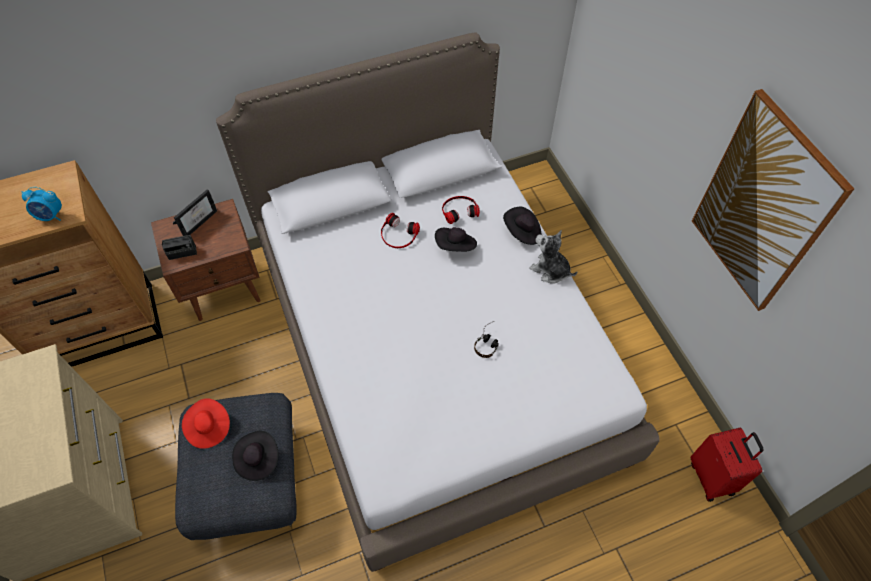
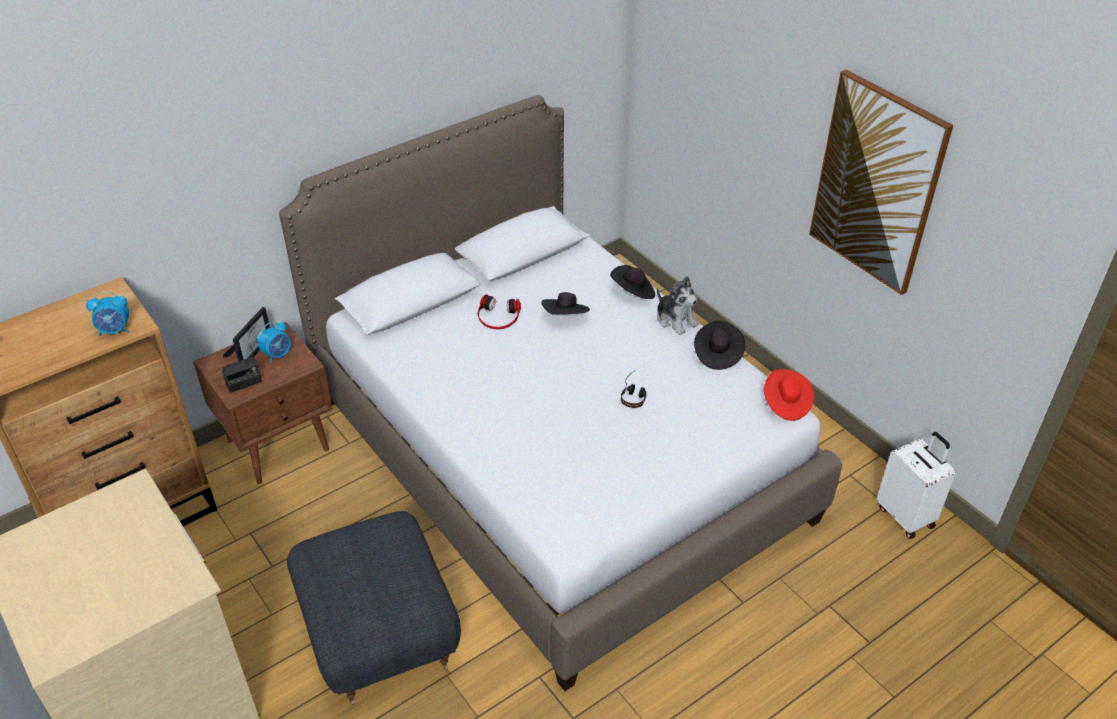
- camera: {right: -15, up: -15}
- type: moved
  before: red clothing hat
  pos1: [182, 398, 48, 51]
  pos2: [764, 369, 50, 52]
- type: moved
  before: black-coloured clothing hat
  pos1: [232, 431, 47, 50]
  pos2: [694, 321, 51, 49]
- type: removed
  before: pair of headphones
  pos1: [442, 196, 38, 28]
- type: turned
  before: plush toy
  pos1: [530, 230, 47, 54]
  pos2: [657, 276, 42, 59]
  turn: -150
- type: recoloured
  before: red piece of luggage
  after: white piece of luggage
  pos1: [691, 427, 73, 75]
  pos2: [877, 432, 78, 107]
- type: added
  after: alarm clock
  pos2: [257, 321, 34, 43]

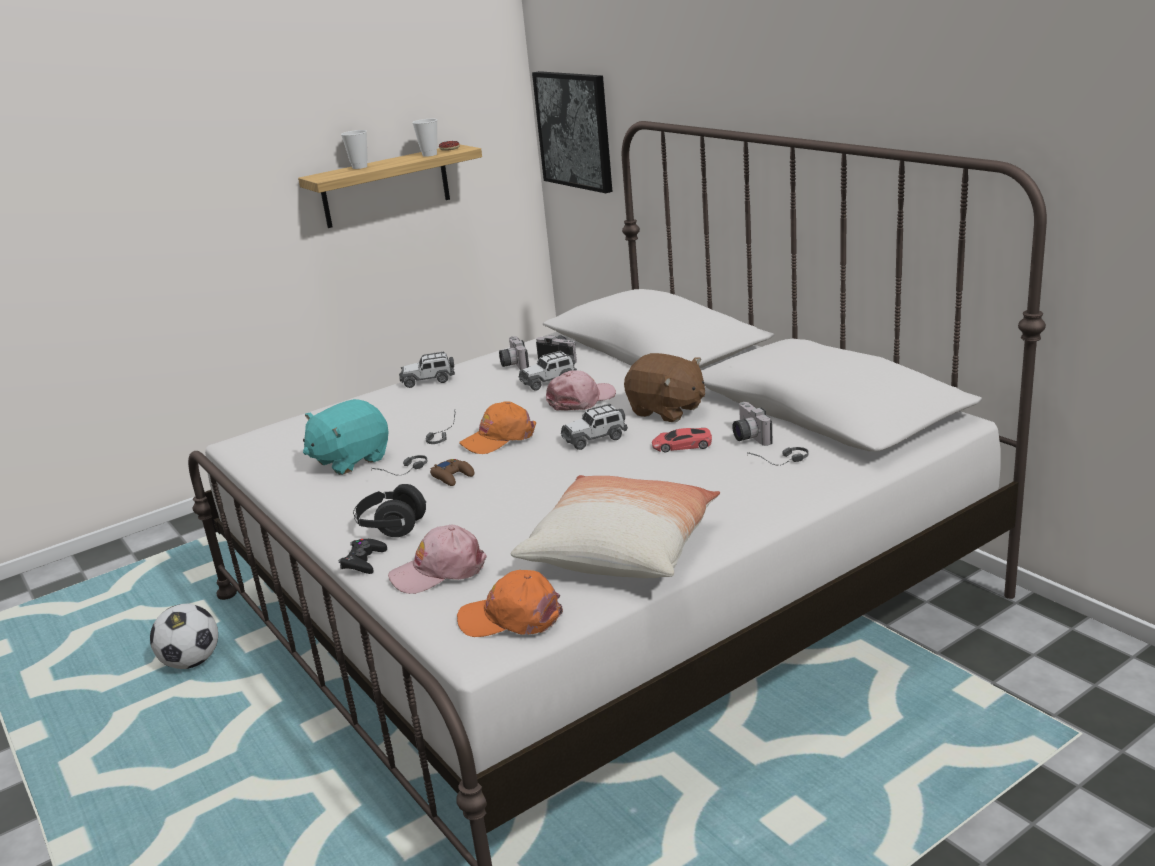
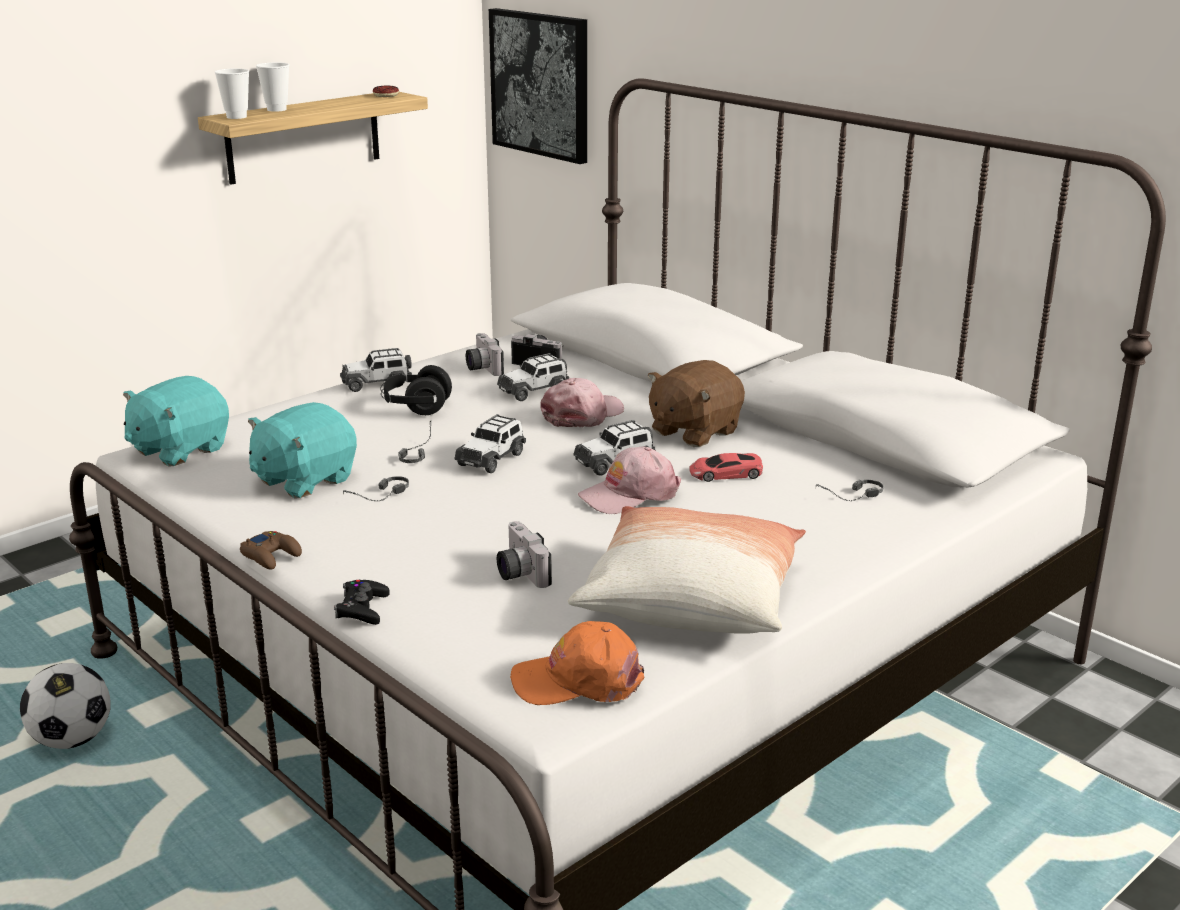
- camera: {right: -10, up: 0}
- type: moved
  before: black-coloured pair of headphones
  pos1: [353, 484, 74, 53]
  pos2: [380, 365, 72, 50]
- type: moved
  before: pink-coloured cap
  pos1: [388, 525, 99, 69]
  pos2: [578, 446, 103, 68]
- type: moved
  before: small cup
  pos1: [412, 119, 25, 38]
  pos2: [215, 68, 34, 51]
- type: moved
  before: brownish gamepad
  pos1: [430, 459, 44, 27]
  pos2: [240, 531, 62, 39]
- type: replaced
  before: orange cap
  after: miniature car
  pos1: [459, 401, 77, 53]
  pos2: [454, 414, 72, 59]
- type: turned
  before: brownish plush toy
  pos1: [624, 353, 81, 69]
  pos2: [648, 360, 97, 87]
  turn: 105
- type: moved
  before: photo camera
  pos1: [732, 402, 41, 44]
  pos2: [497, 521, 55, 67]
- type: added
  after: turquoise-coloured plush toy
  pos2: [123, 376, 106, 91]

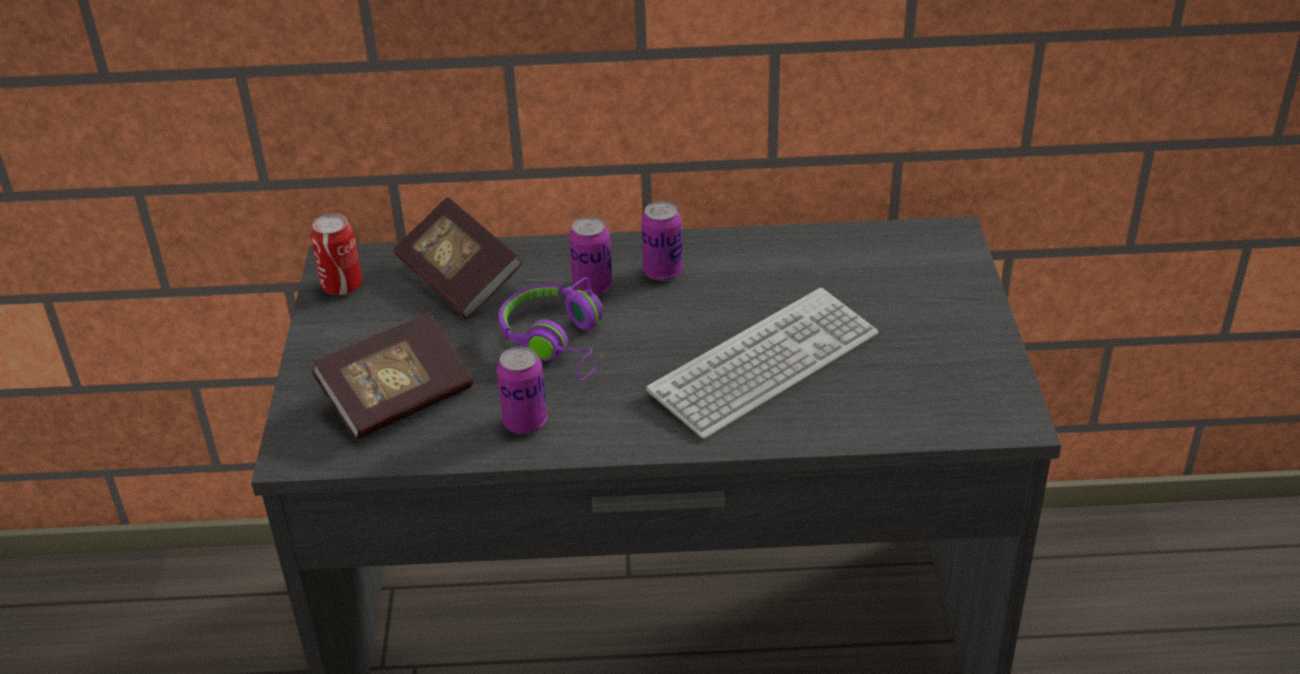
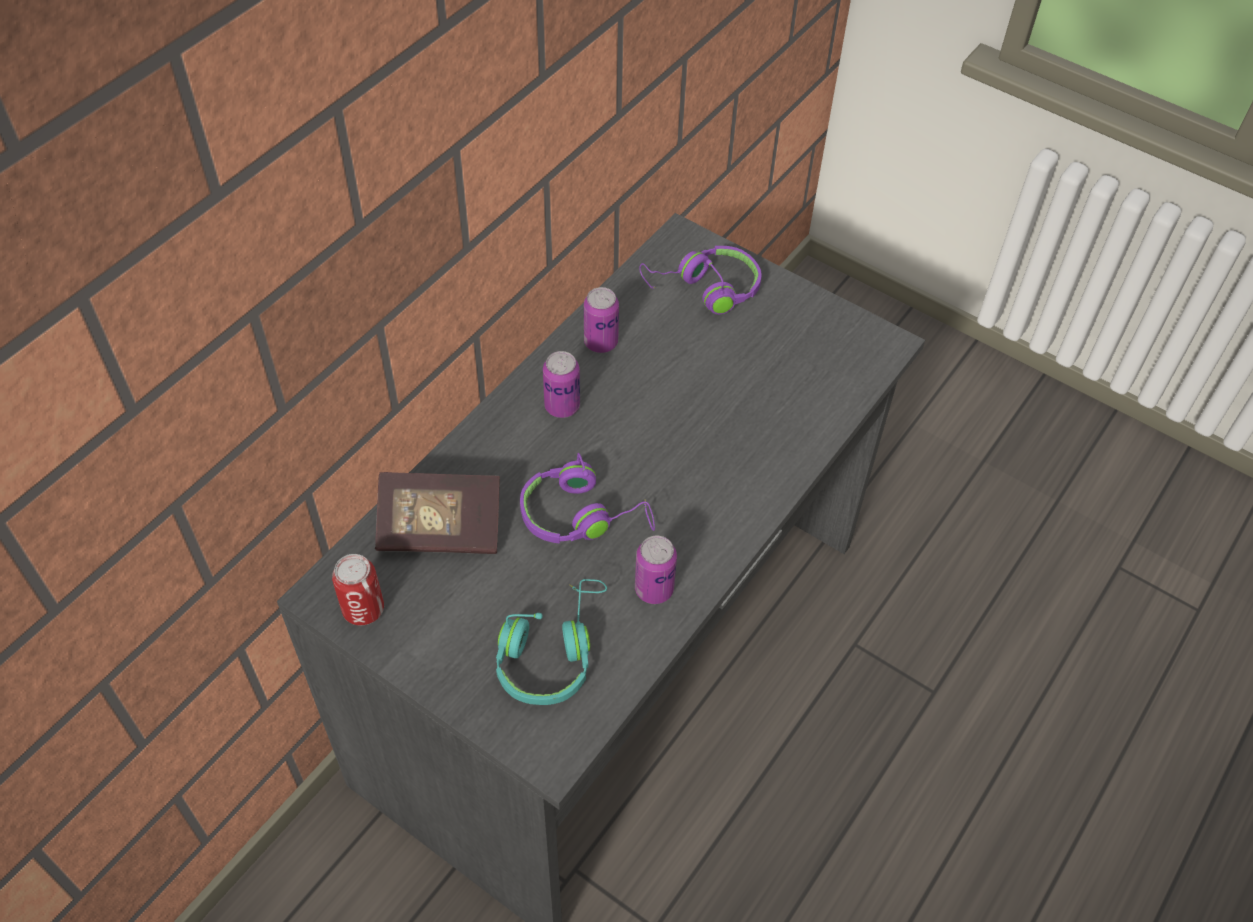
- camera: {right: -55, up: 15}
- type: replaced
  before: bound book
  after: turquoise-coloured pair of headphones
  pos1: [311, 312, 163, 128]
  pos2: [496, 579, 111, 126]
- type: moved
  before: can
  pos1: [569, 216, 43, 80]
  pos2: [584, 287, 35, 66]
- type: removed
  before: keyboard
  pos1: [646, 288, 233, 151]
- type: added
  after: purplish pair of headphones
  pos2: [639, 246, 123, 68]

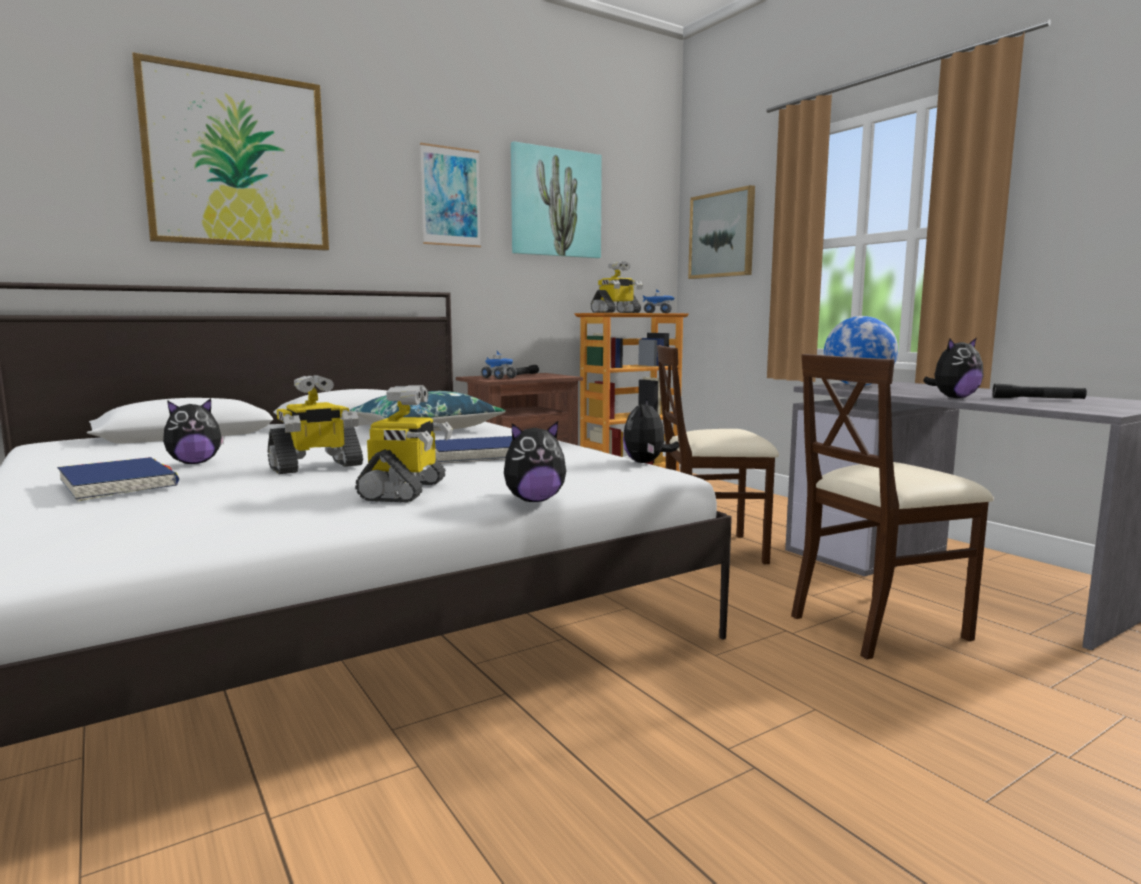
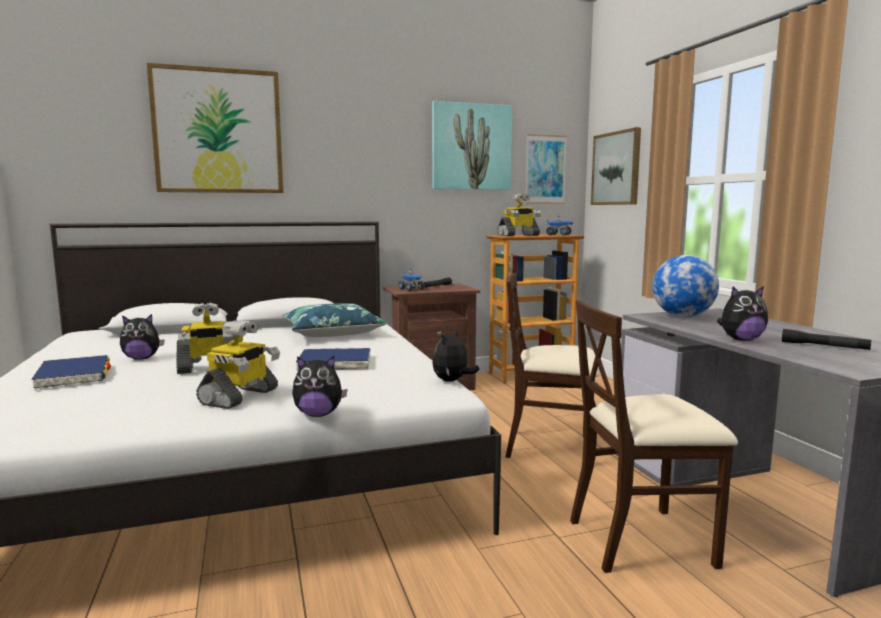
- camera: {right: 15, up: 0}
- type: moved
  before: picture
  pos1: [420, 143, 61, 105]
  pos2: [525, 134, 42, 70]

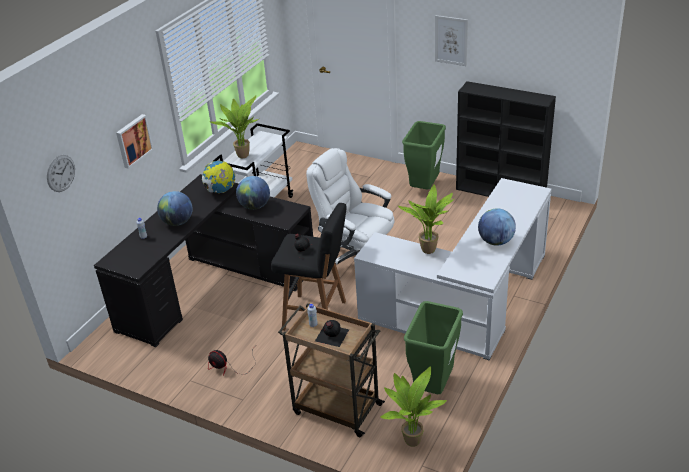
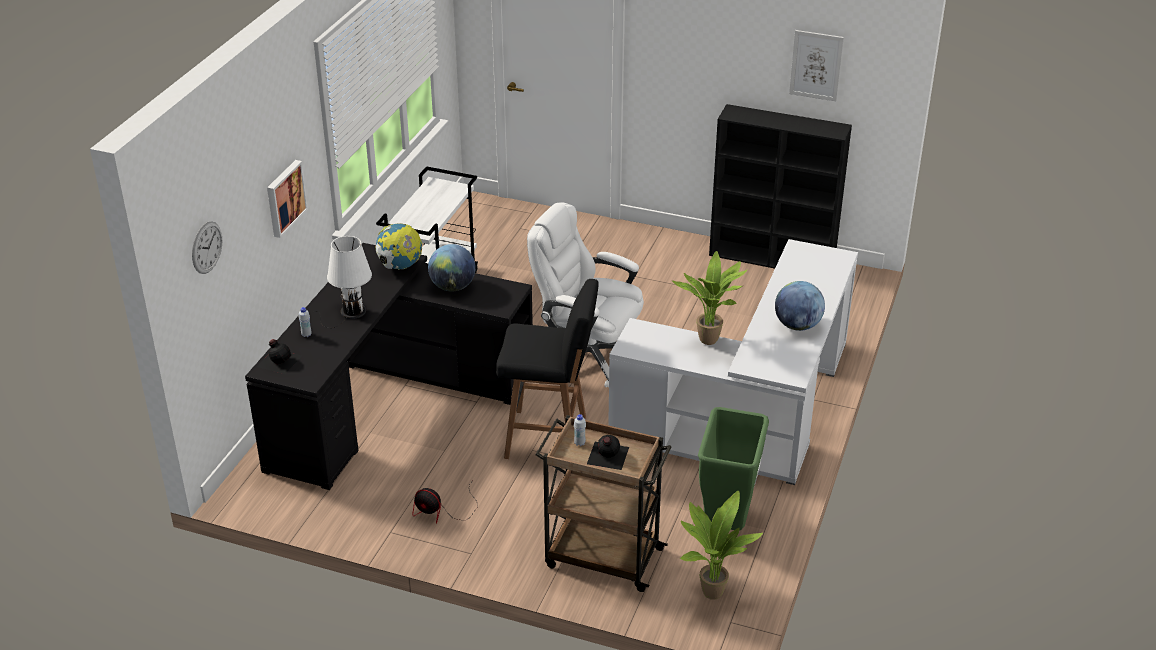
- camera: {right: -10, up: 0}
- type: replaced
  before: globe
  after: white table lamp
  pos1: [157, 191, 36, 35]
  pos2: [312, 236, 60, 92]
- type: removed
  before: houseplant
  pos1: [209, 95, 49, 63]
- type: moved
  before: black-coloured drink bottle
  pos1: [286, 234, 31, 25]
  pos2: [257, 339, 45, 35]
- type: removed
  before: green waste bin
  pos1: [402, 121, 44, 68]
- type: moved
  before: picture
  pos1: [435, 15, 33, 51]
  pos2: [789, 30, 55, 71]

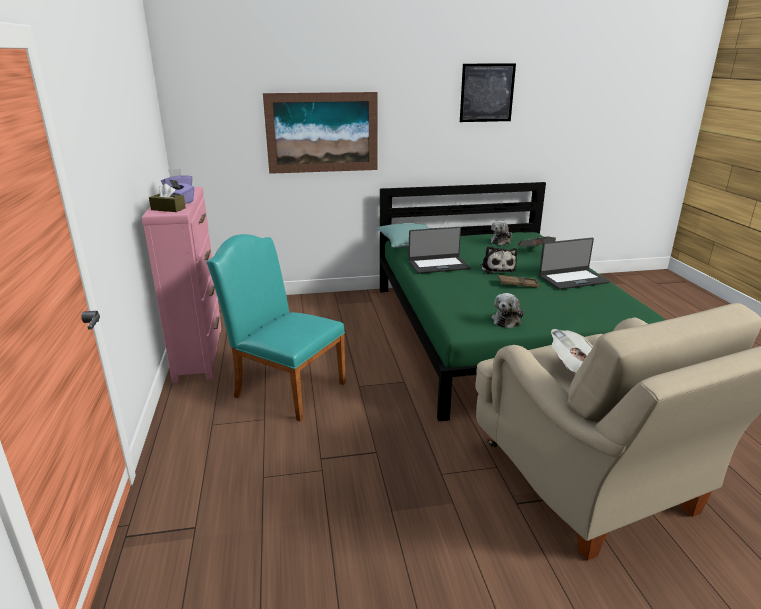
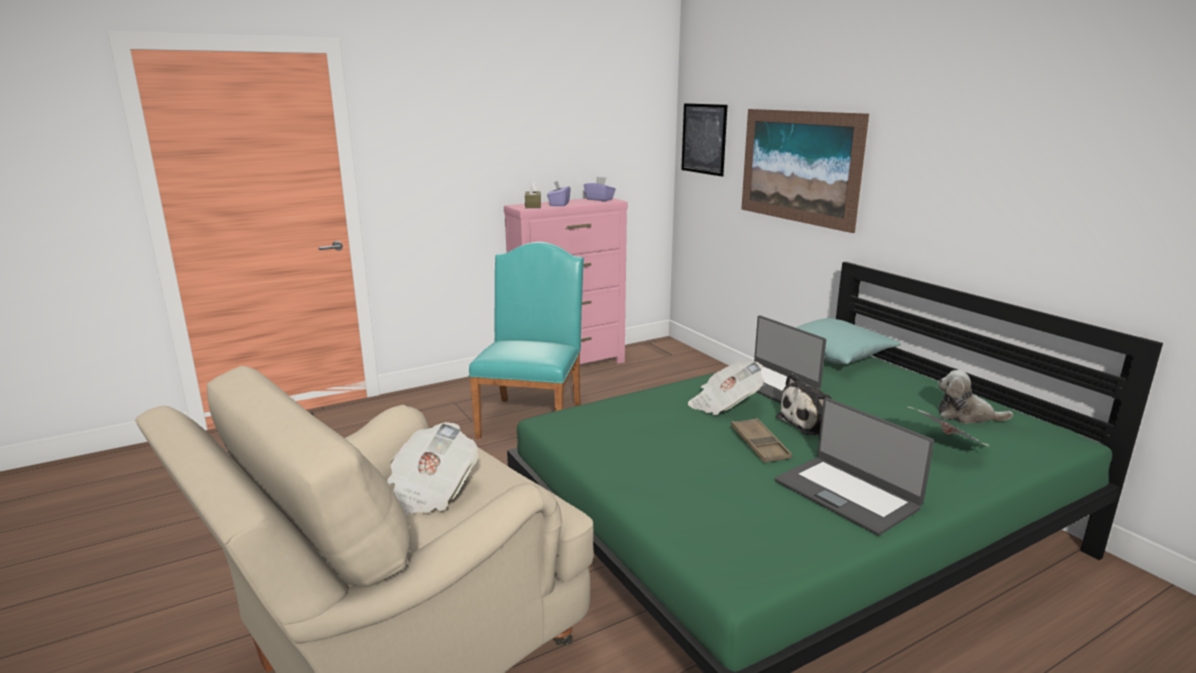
- camera: {right: 70, up: -5}
- type: moved
  before: picture
  pos1: [460, 64, 56, 58]
  pos2: [681, 103, 46, 74]
- type: removed
  before: plush toy
  pos1: [492, 293, 32, 36]
- type: added
  after: newspaper
  pos2: [688, 361, 76, 54]

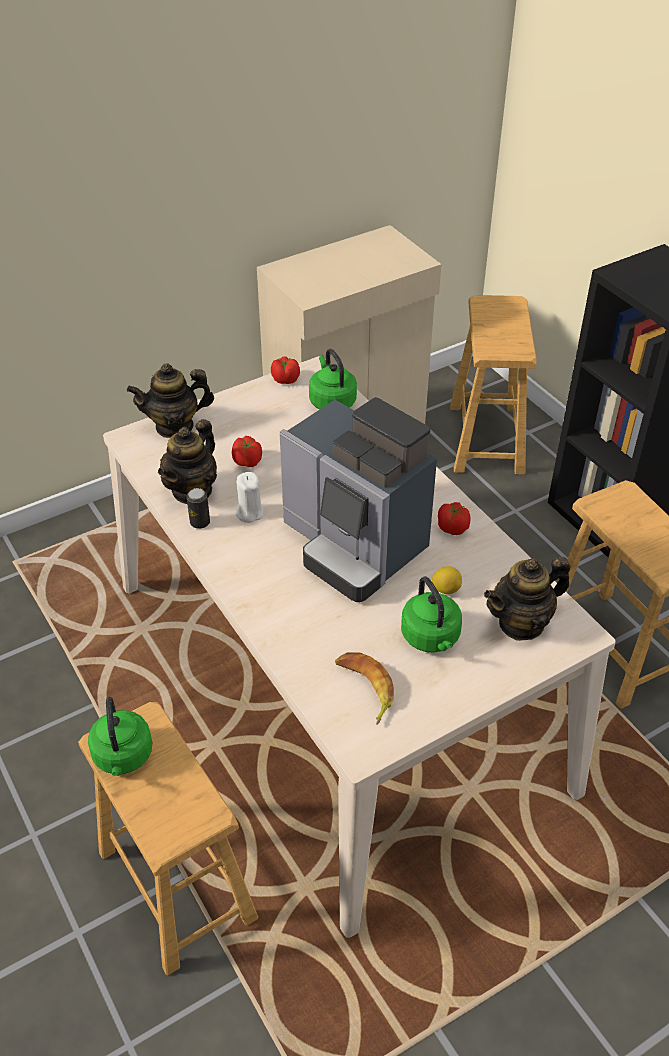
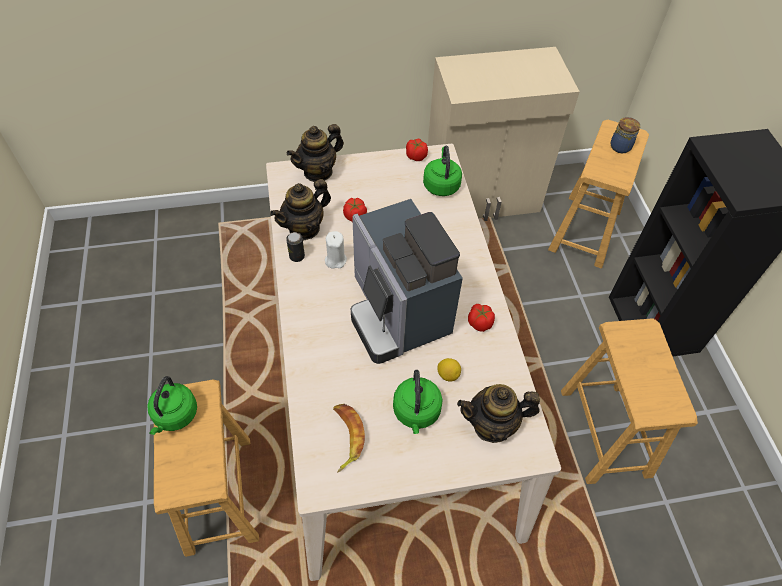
- camera: {right: 20, up: 10}
- type: turned
  before: tea pot
  pos1: [127, 363, 87, 75]
  pos2: [287, 124, 57, 58]
  turn: -45
- type: added
  after: jar
  pos2: [611, 117, 29, 36]

